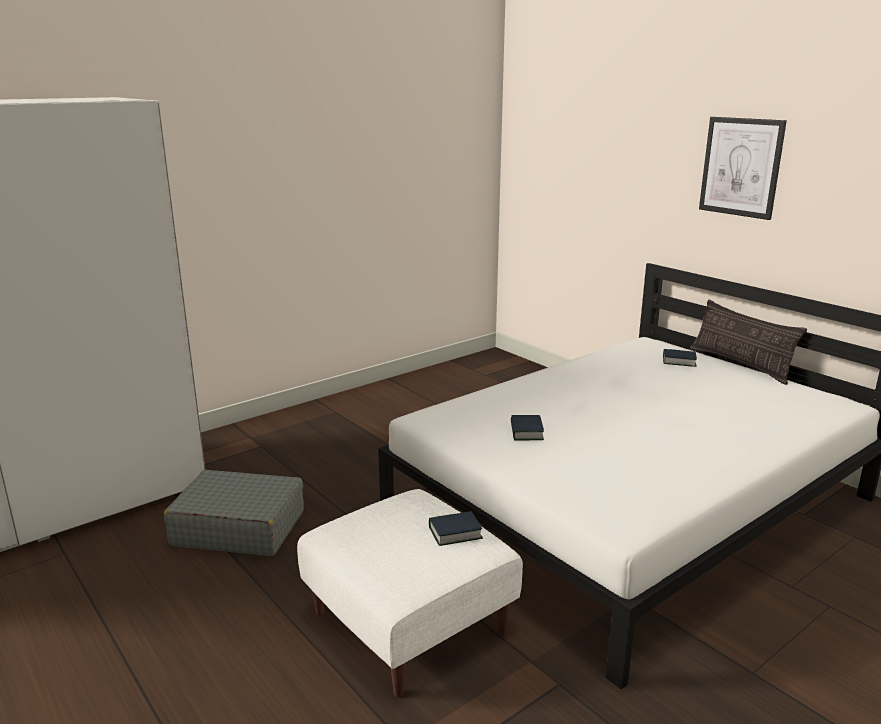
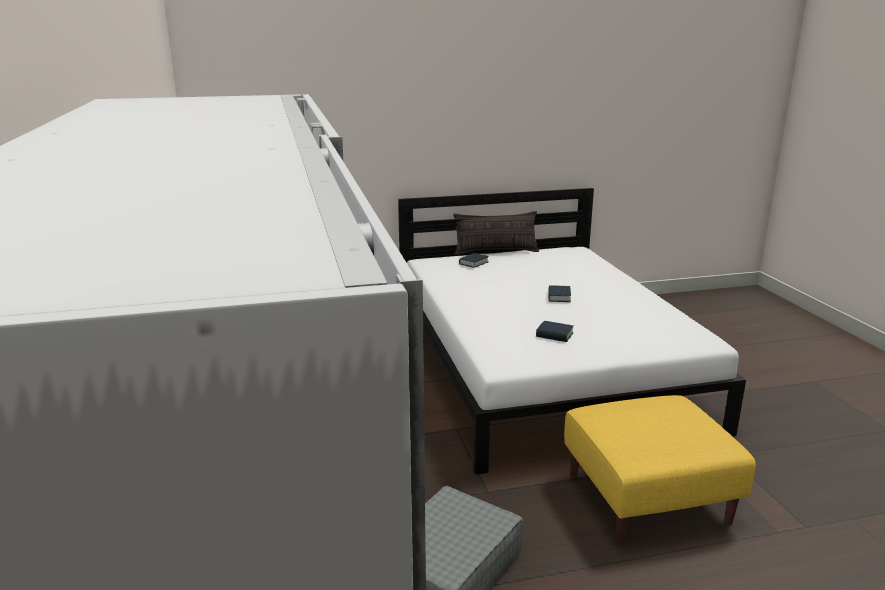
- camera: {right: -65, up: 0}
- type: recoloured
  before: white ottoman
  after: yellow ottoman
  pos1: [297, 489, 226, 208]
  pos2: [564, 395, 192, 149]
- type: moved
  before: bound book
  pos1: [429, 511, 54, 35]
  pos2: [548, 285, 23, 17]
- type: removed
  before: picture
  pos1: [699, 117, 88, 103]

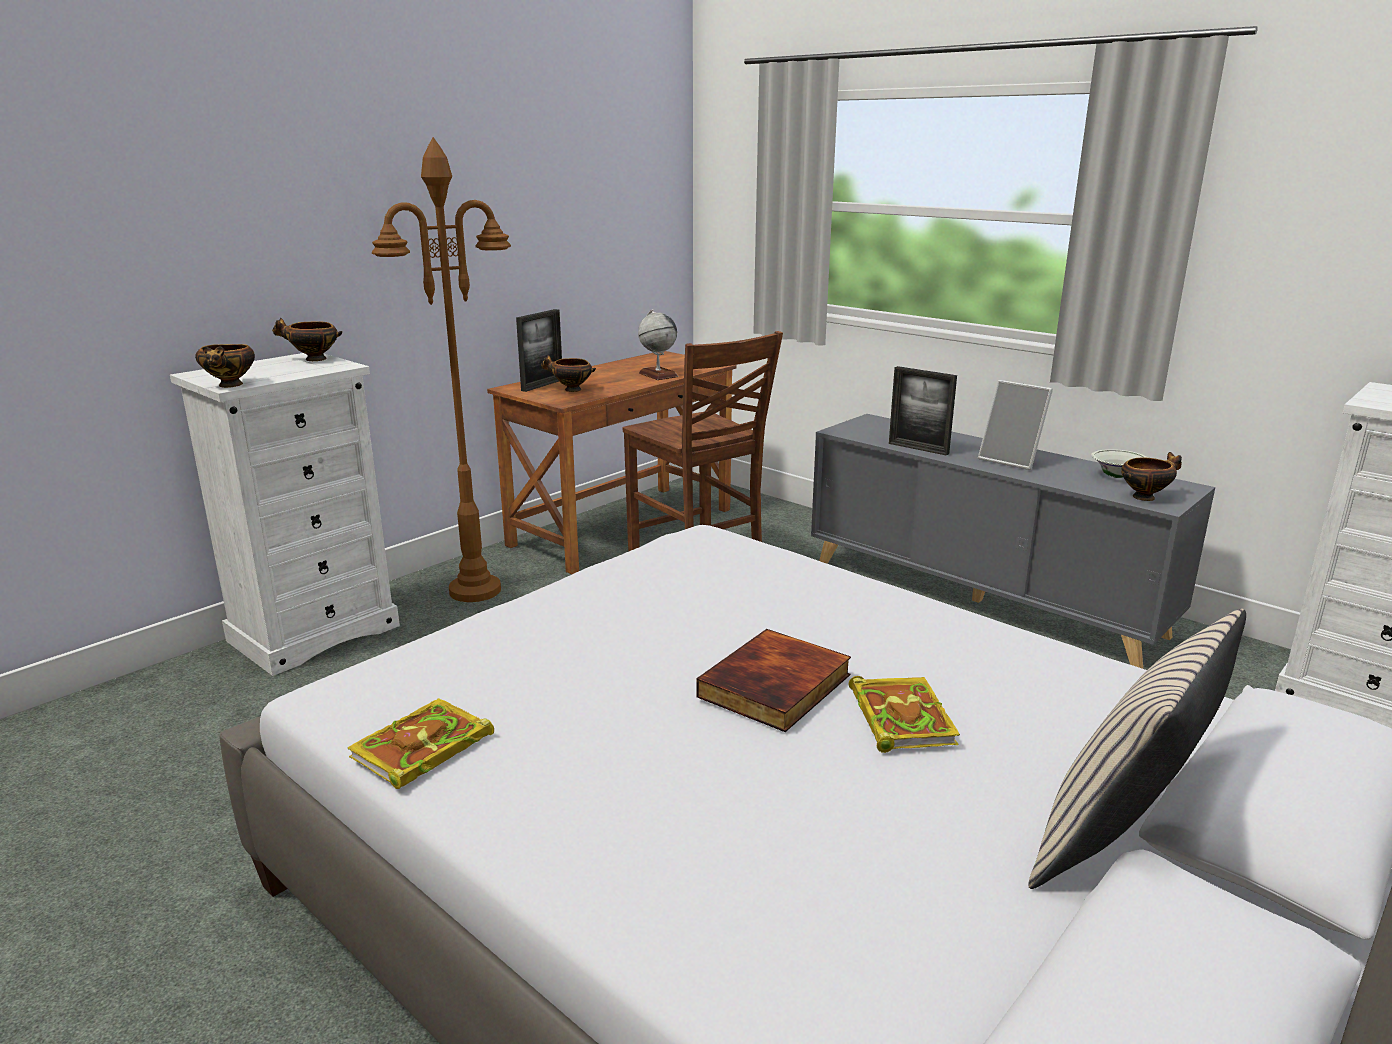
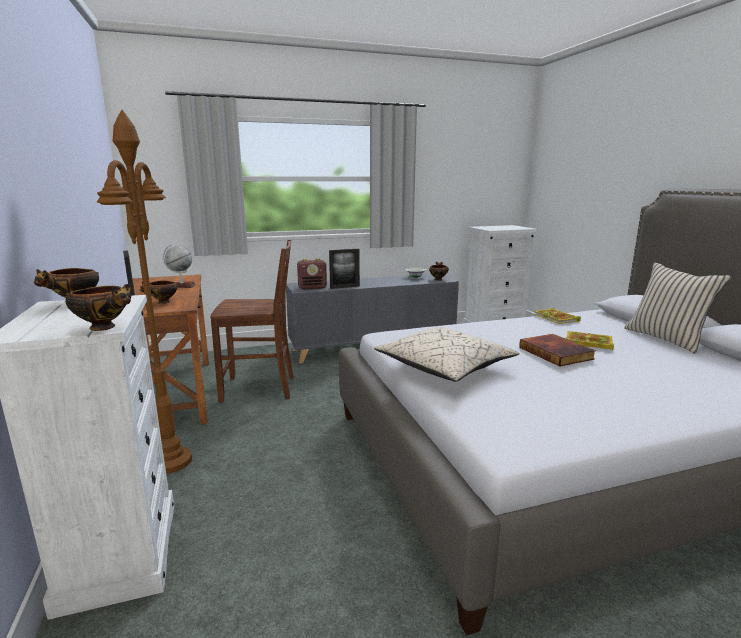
- camera: {right: -60, up: -5}
- type: moved
  before: bound book
  pos1: [348, 698, 146, 91]
  pos2: [534, 308, 47, 16]
- type: removed
  before: photo frame
  pos1: [978, 380, 75, 90]
- type: added
  after: radio set
  pos2: [297, 258, 30, 32]
- type: added
  after: beige-coloured throw pillow
  pos2: [374, 327, 145, 55]

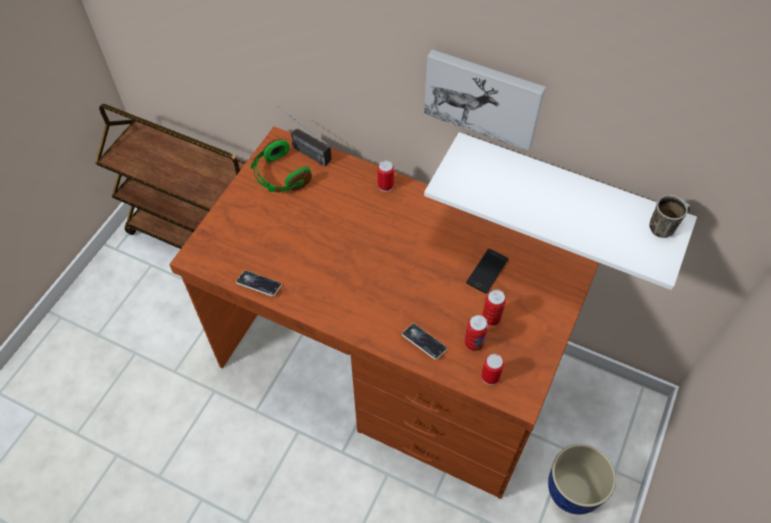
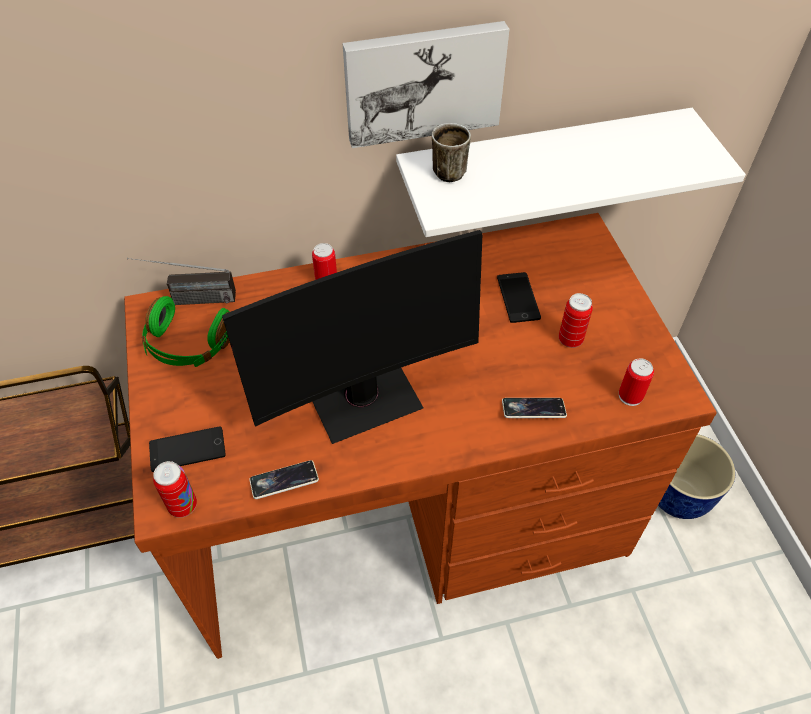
- camera: {right: -40, up: -5}
- type: moved
  before: can
  pos1: [464, 315, 24, 36]
  pos2: [153, 461, 44, 57]
- type: moved
  before: mug
  pos1: [649, 195, 41, 43]
  pos2: [432, 123, 39, 59]
- type: added
  after: handset
  pos2: [149, 426, 77, 46]
- type: added
  after: computer screen
  pos2: [222, 230, 261, 214]

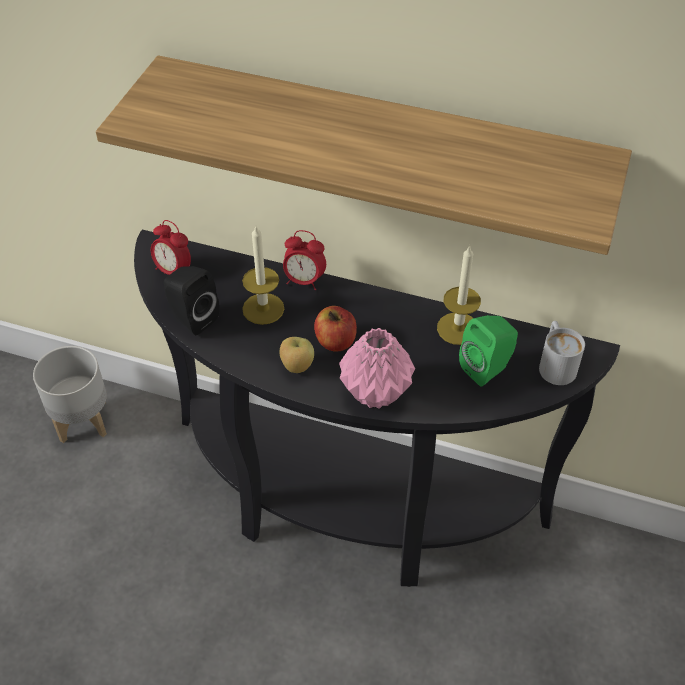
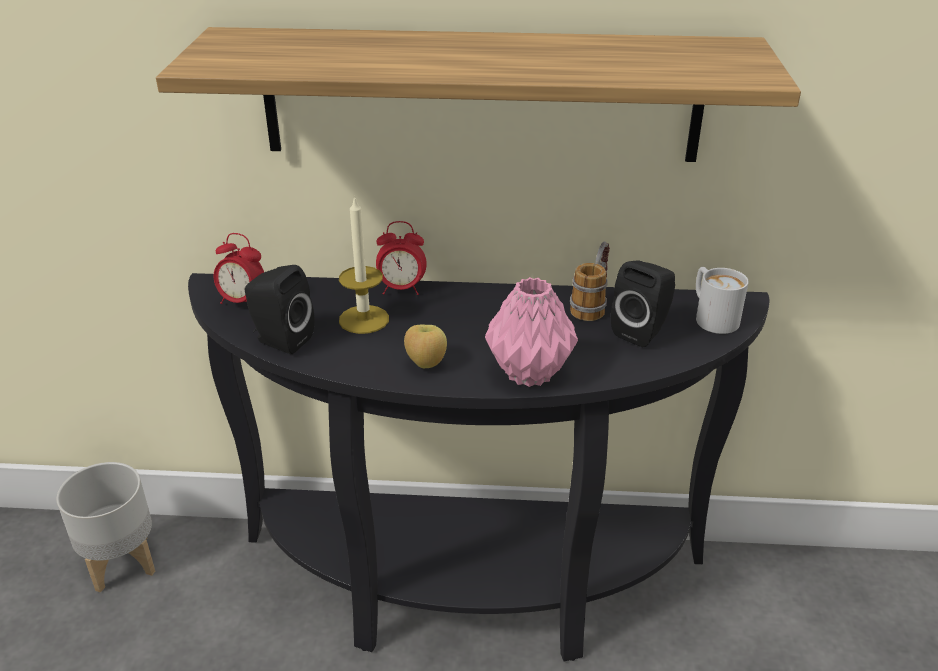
- camera: {right: -15, up: -15}
- type: removed
  before: apple fruit
  pos1: [314, 306, 43, 46]
- type: replaced
  before: wax candle
  after: mug
  pos1: [437, 245, 44, 100]
  pos2: [570, 242, 40, 79]
- type: recoloured
  before: green loudspeaker
  after: black-coloured loudspeaker
  pos1: [459, 315, 59, 72]
  pos2: [611, 261, 64, 86]

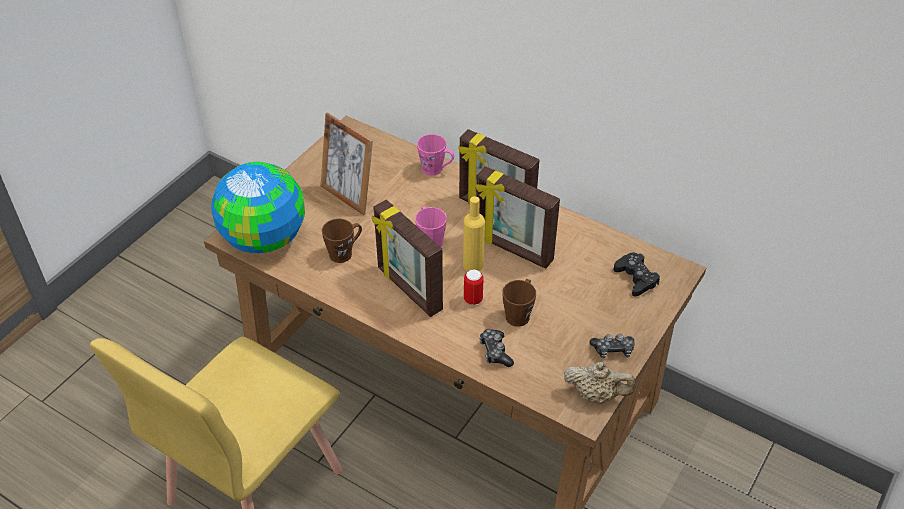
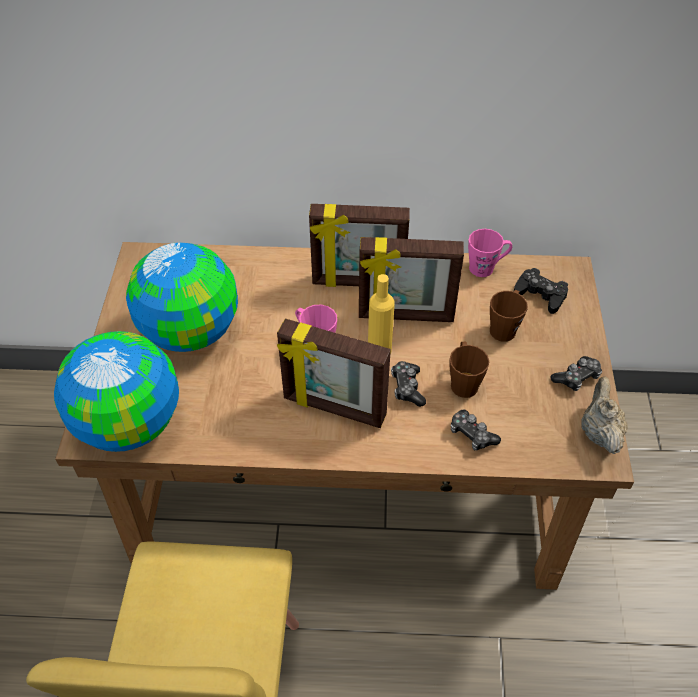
- camera: {right: -30, up: 5}
- type: replaced
  before: photo frame
  after: globe
  pos1: [321, 112, 52, 103]
  pos2: [126, 243, 112, 109]
- type: moved
  before: brownish mug
  pos1: [322, 218, 40, 45]
  pos2: [490, 290, 38, 52]
- type: moved
  before: pink-coloured mug
  pos1: [417, 134, 37, 42]
  pos2: [468, 229, 44, 48]
- type: replaced
  before: can
  after: gamepad
  pos1: [464, 269, 20, 36]
  pos2: [391, 361, 35, 46]
- type: turned
  before: beige-coloured tea pot
  pos1: [564, 362, 72, 42]
  pos2: [581, 376, 47, 78]
  turn: -75

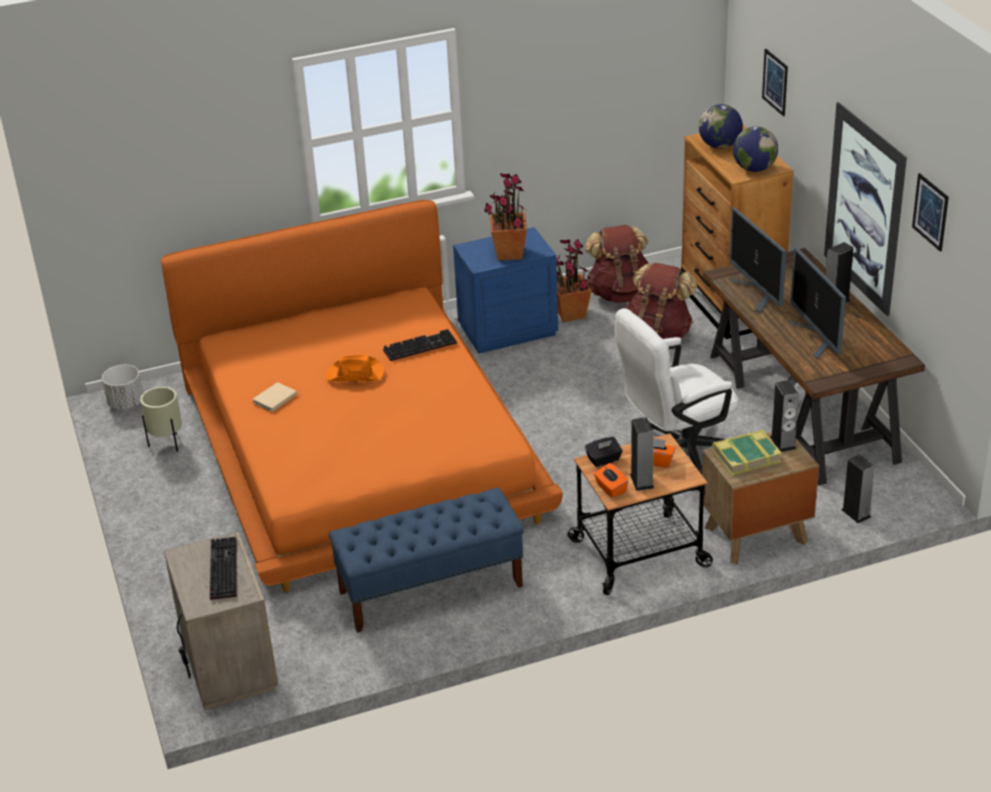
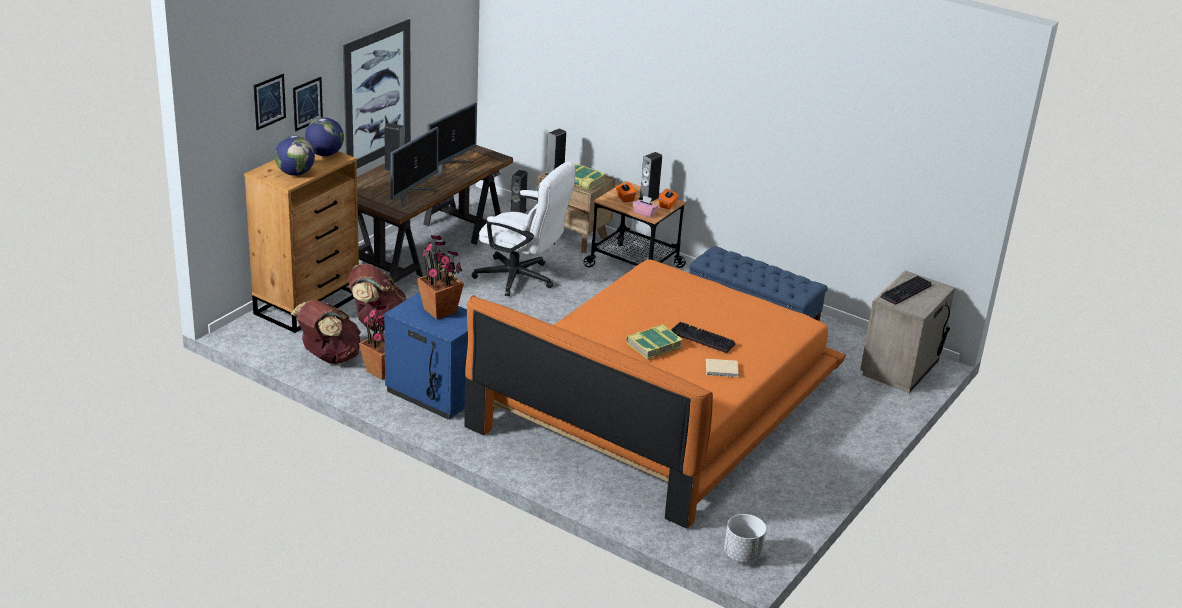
- camera: {right: -130, up: -5}
- type: removed
  before: beige-coloured plant pot
  pos1: [140, 387, 42, 65]
- type: replaced
  before: orange clothing hat
  after: bound book
  pos1: [325, 354, 60, 28]
  pos2: [626, 324, 57, 35]
- type: moved
  before: keyboard
  pos1: [383, 329, 74, 32]
  pos2: [671, 322, 64, 31]
- type: recoloured
  before: black-coloured tissue box
  after: pink-coloured tissue box
  pos1: [585, 437, 38, 30]
  pos2: [633, 195, 26, 23]
- type: moved
  before: picture
  pos1: [912, 173, 37, 79]
  pos2: [293, 77, 30, 55]

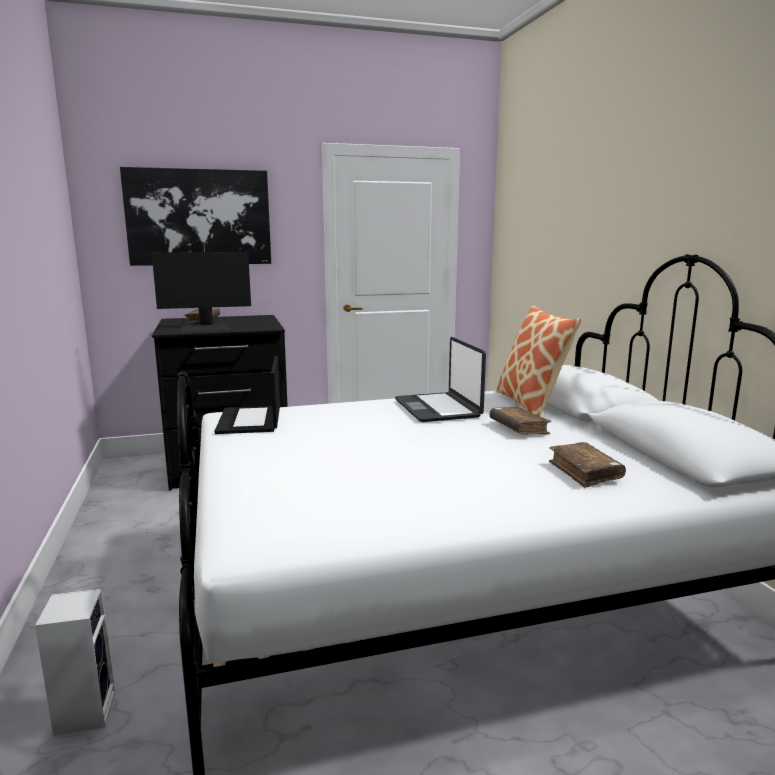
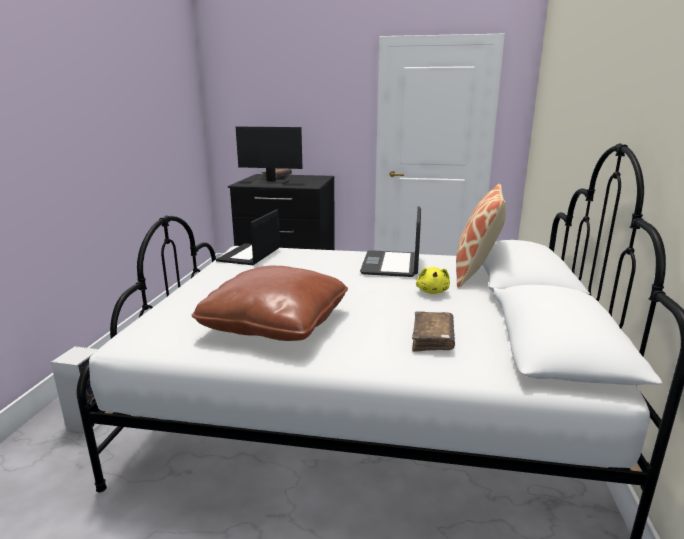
- camera: {right: 25, up: 5}
- type: removed
  before: picture
  pos1: [120, 167, 151, 99]
- type: replaced
  before: brownish bound book
  after: yellow plush toy
  pos1: [490, 407, 61, 27]
  pos2: [416, 267, 34, 27]
- type: added
  after: brownish throw pillow
  pos2: [192, 266, 156, 75]

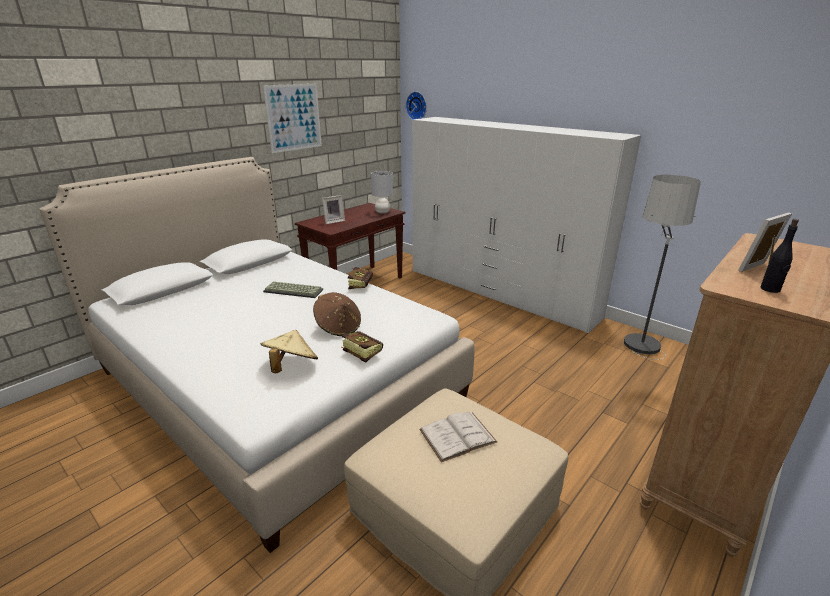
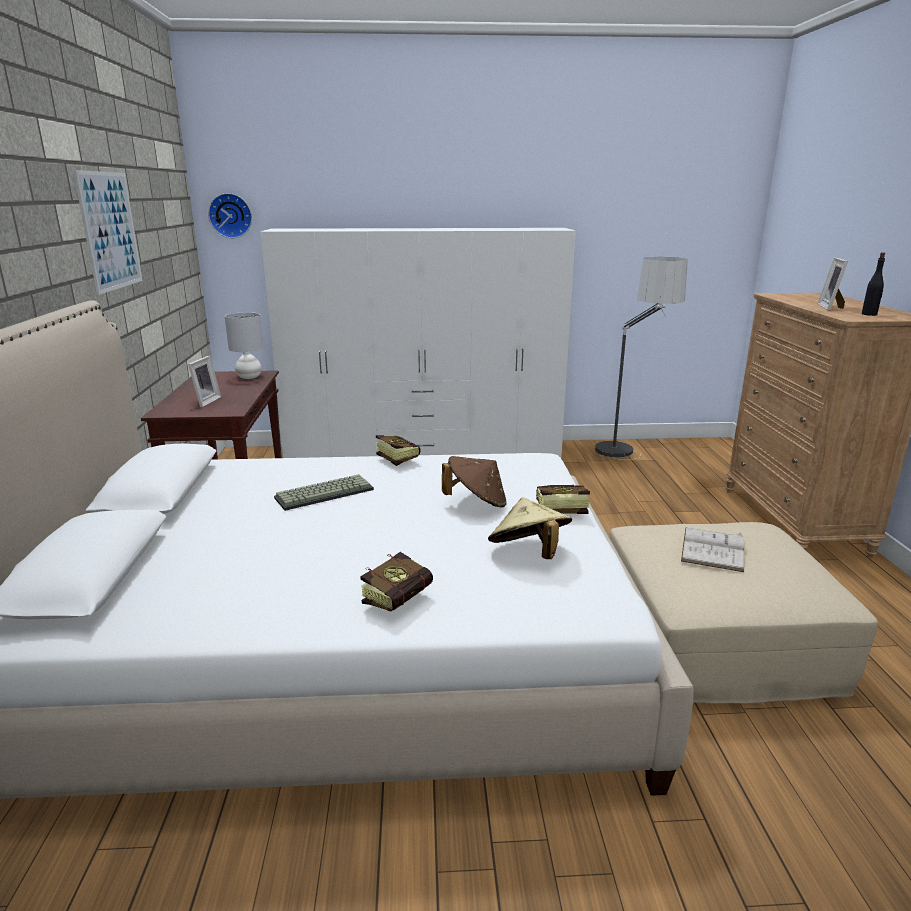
- camera: {right: -45, up: -5}
- type: added
  after: bound book
  pos2: [360, 552, 73, 60]

